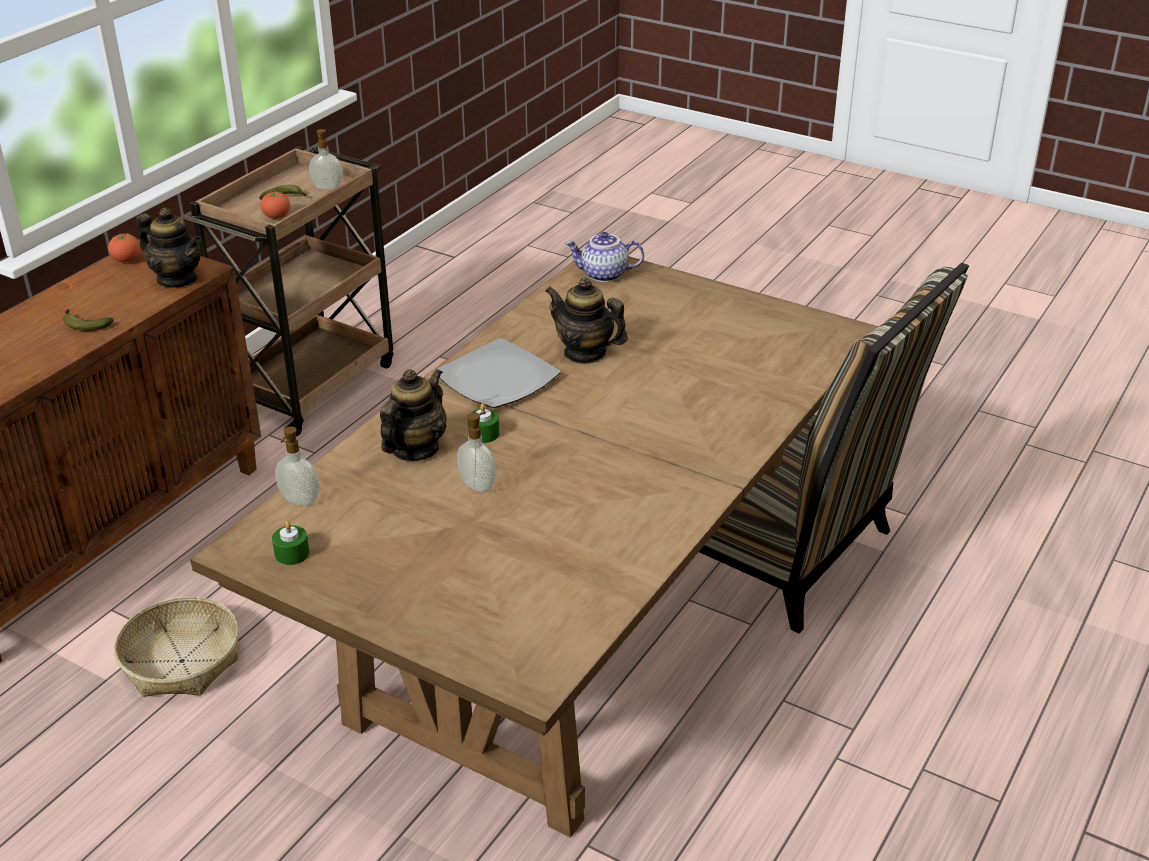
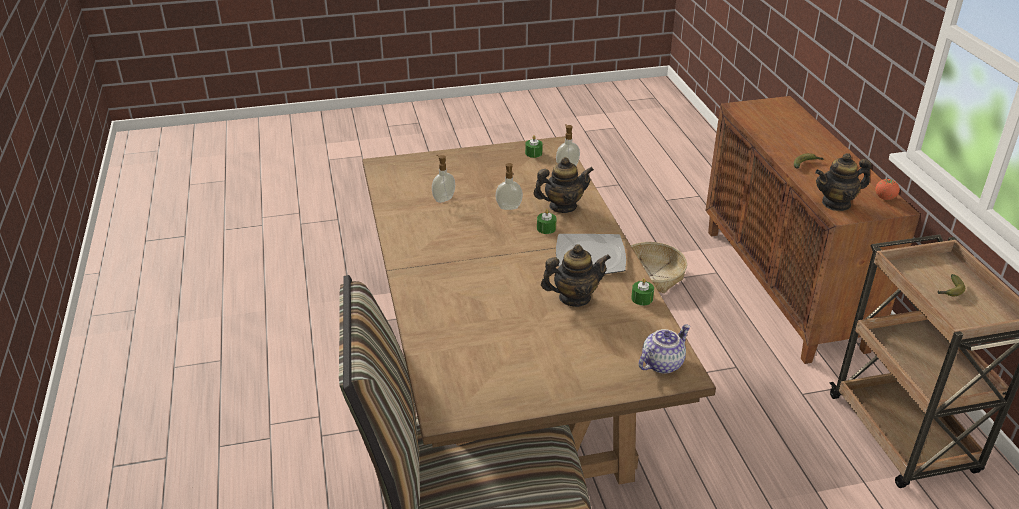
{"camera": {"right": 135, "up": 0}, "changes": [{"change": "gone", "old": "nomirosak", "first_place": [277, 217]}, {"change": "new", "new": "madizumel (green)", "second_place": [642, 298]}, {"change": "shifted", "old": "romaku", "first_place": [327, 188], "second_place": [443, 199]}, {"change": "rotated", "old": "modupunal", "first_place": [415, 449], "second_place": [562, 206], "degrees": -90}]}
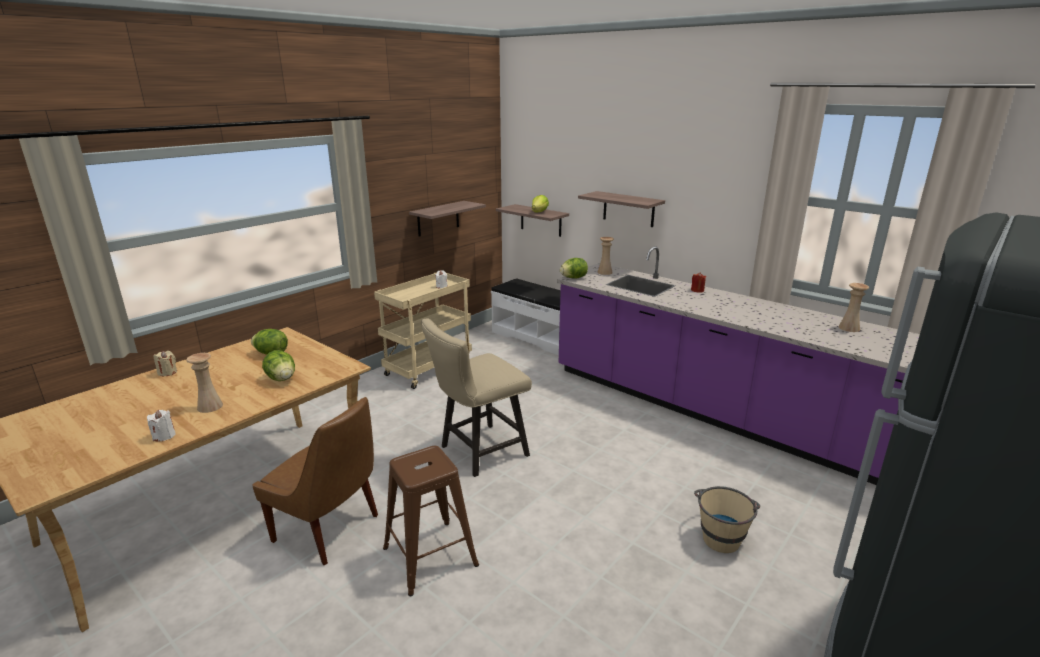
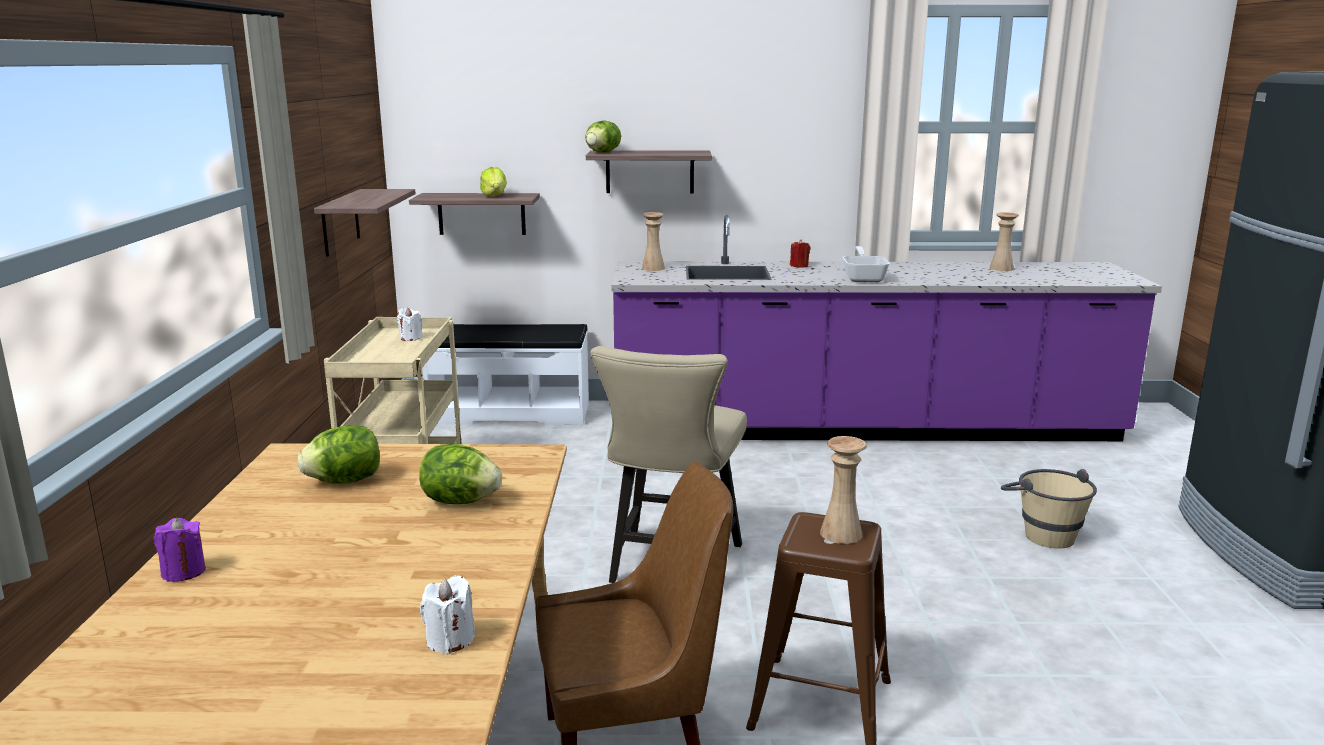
{"camera": {"right": -40, "up": -5}, "changes": [{"change": "new", "new": "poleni", "second_place": [864, 278]}, {"change": "shifted", "old": "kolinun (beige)", "first_place": [210, 406], "second_place": [841, 533]}, {"change": "shifted", "old": "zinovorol", "first_place": [573, 278], "second_place": [602, 152]}, {"change": "repainted", "old": "madizumel (beige)", "new": "madizumel (purple)", "first_place": [167, 372], "second_place": [183, 572]}]}
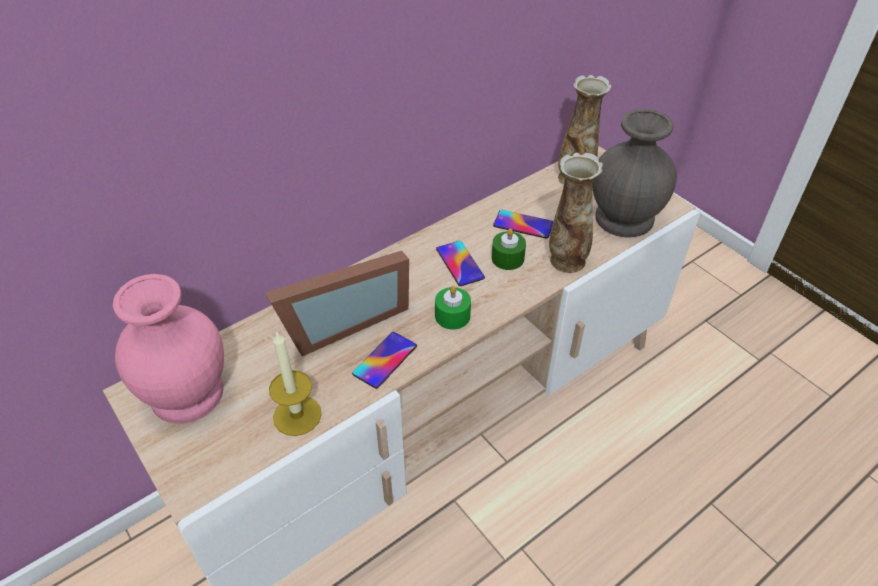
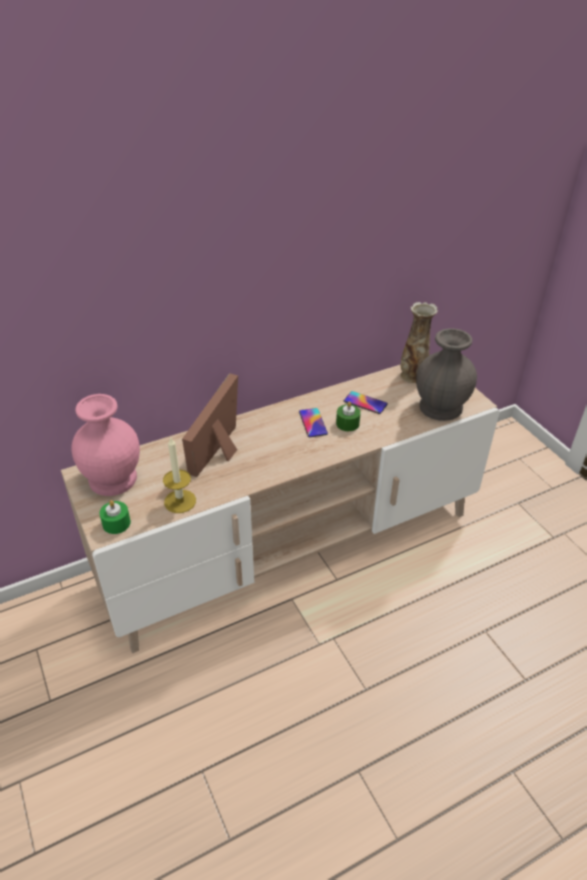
{"camera": {"right": 10, "up": -5}, "changes": [{"change": "gone", "old": "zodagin", "first_place": [385, 360]}, {"change": "gone", "old": "kolinun", "first_place": [566, 261]}, {"change": "shifted", "old": "madizumel (green)", "first_place": [452, 316], "second_place": [116, 523]}, {"change": "rotated", "old": "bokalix", "first_place": [341, 322], "second_place": [222, 449], "degrees": 135}]}
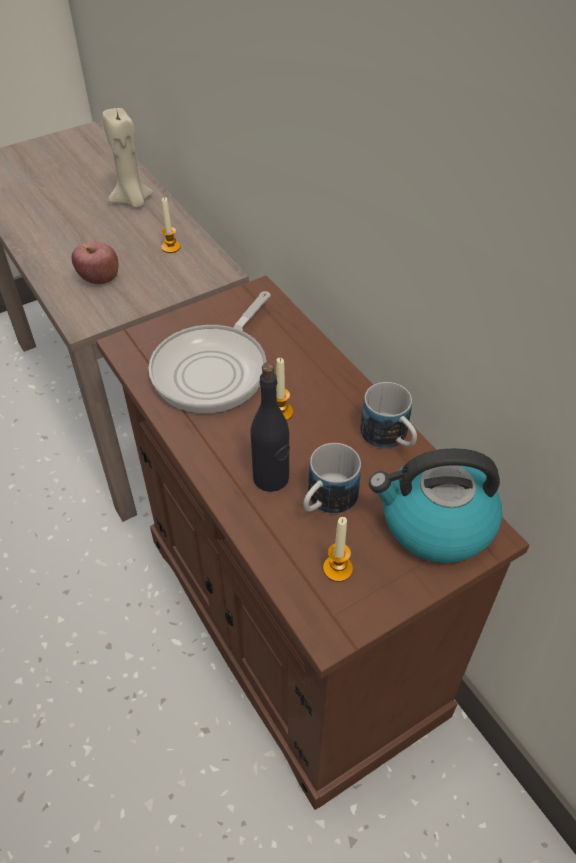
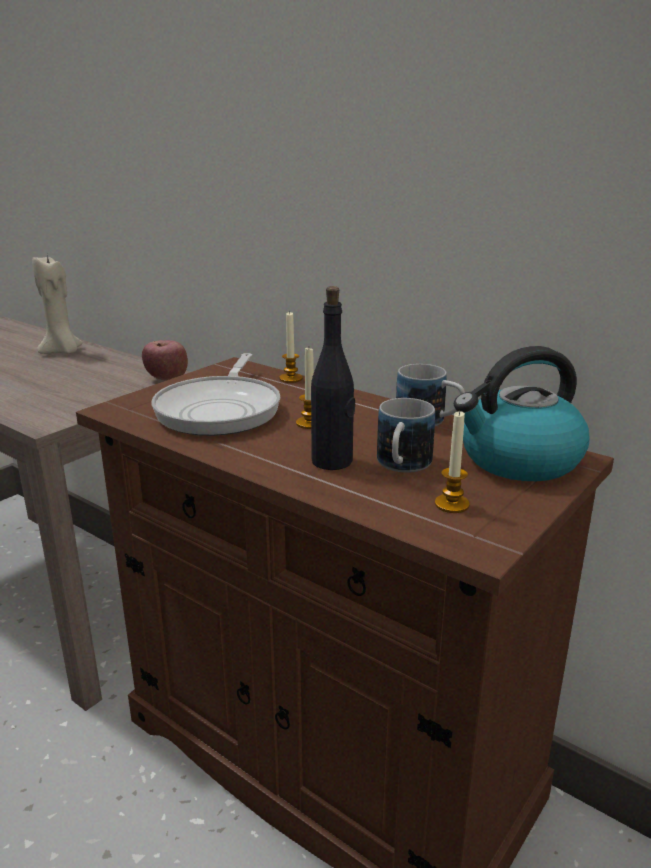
{"camera": {"right": -20, "up": -25}, "changes": [{"change": "shifted", "old": "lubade", "first_place": [99, 279], "second_place": [167, 378]}, {"change": "shifted", "old": "madizumel", "first_place": [171, 247], "second_place": [291, 378]}]}
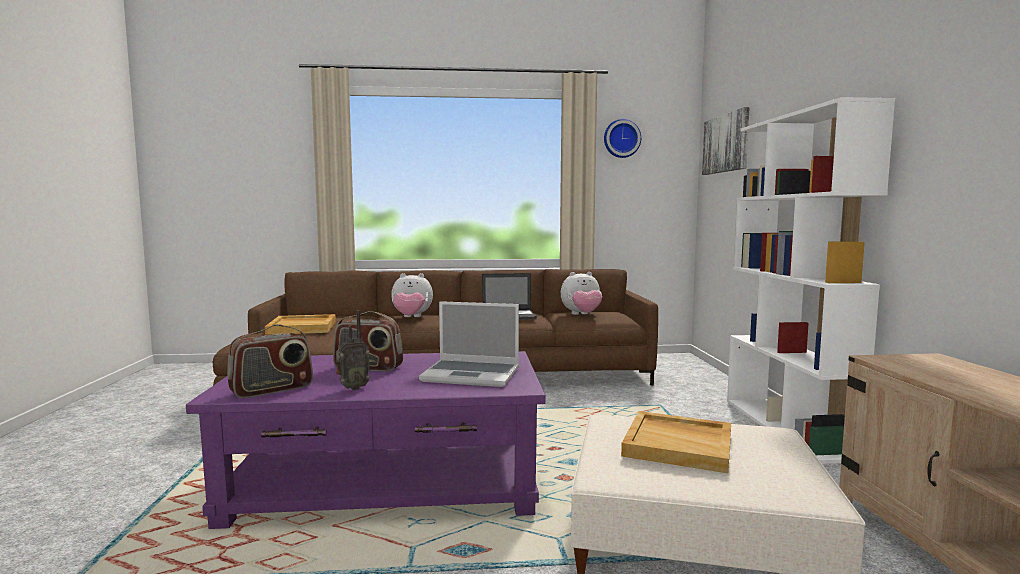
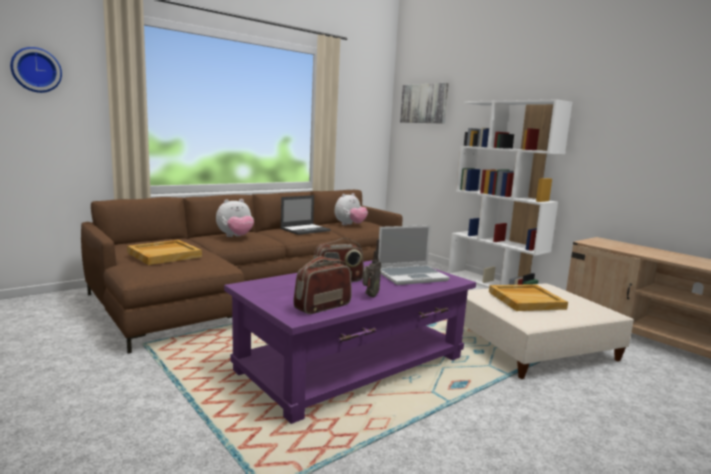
{"camera": {"right": -35, "up": 5}, "changes": [{"change": "shifted", "old": "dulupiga", "first_place": [621, 138], "second_place": [36, 70]}, {"change": "rotated", "old": "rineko", "first_place": [272, 390], "second_place": [322, 306], "degrees": -150}]}
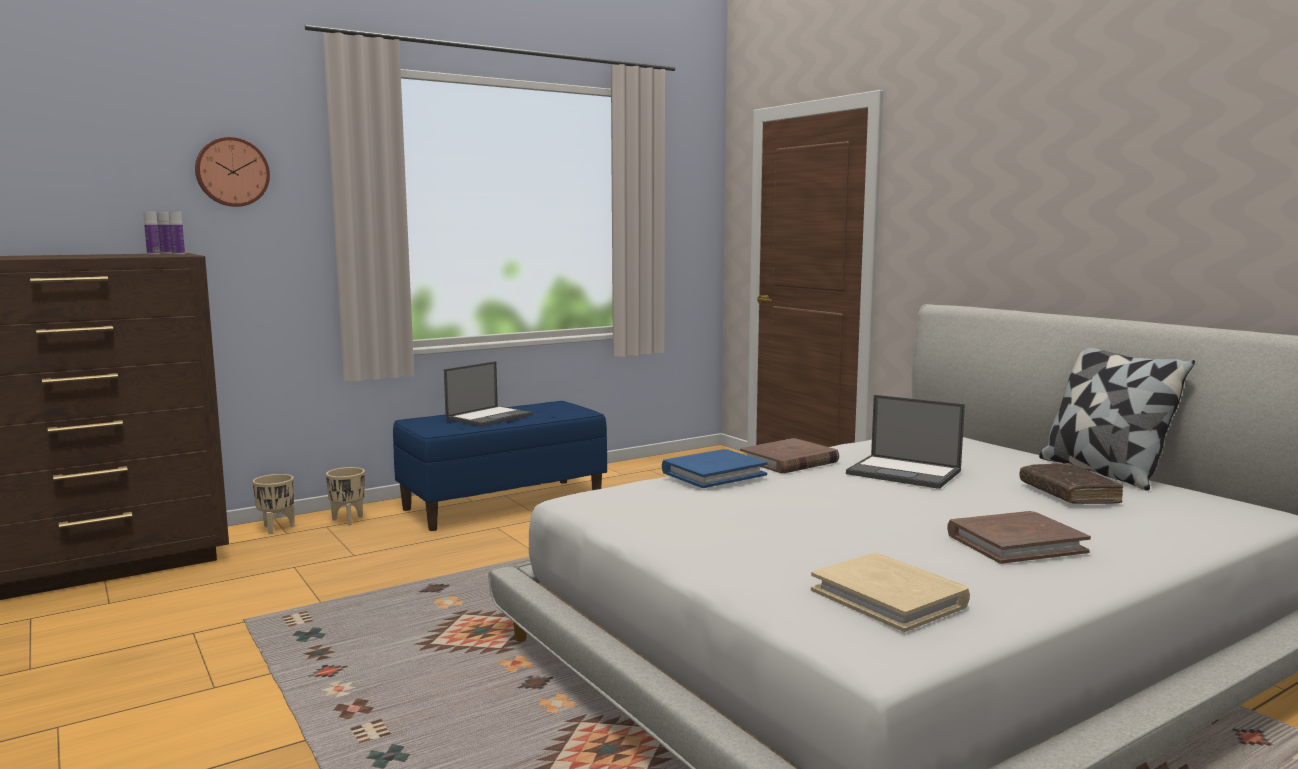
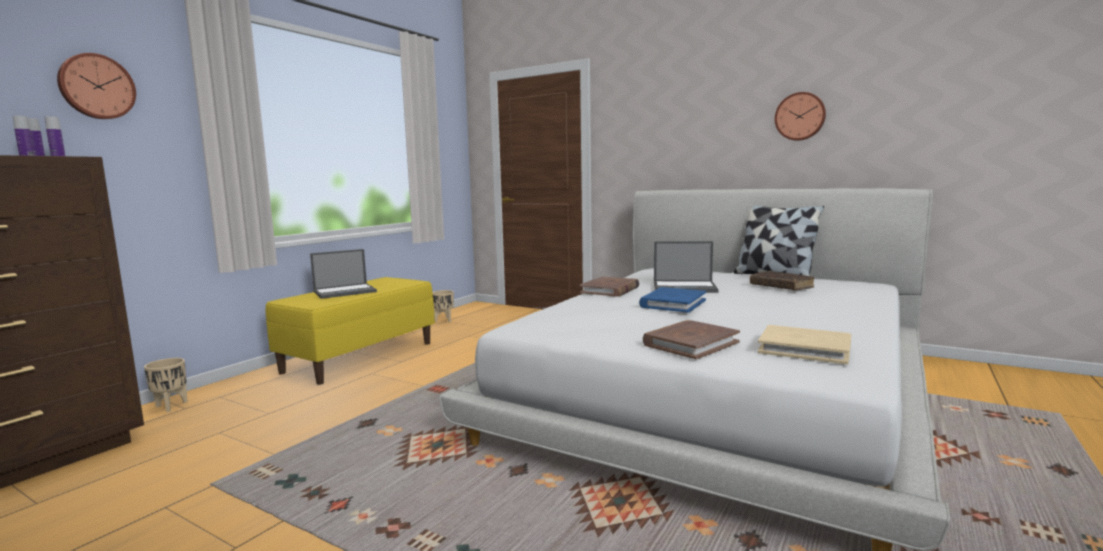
{"camera": {"right": -25, "up": 0}, "changes": [{"change": "new", "new": "dulupiga", "second_place": [800, 116]}, {"change": "shifted", "old": "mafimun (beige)", "first_place": [347, 520], "second_place": [444, 320]}, {"change": "shifted", "old": "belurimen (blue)", "first_place": [713, 473], "second_place": [673, 303]}, {"change": "shifted", "old": "belurimen (brown)", "first_place": [1015, 543], "second_place": [690, 343]}, {"change": "repainted", "old": "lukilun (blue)", "new": "lukilun (yellow)", "first_place": [504, 503], "second_place": [360, 357]}, {"change": "rotated", "old": "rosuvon", "first_place": [489, 417], "second_place": [345, 291], "degrees": 45}]}
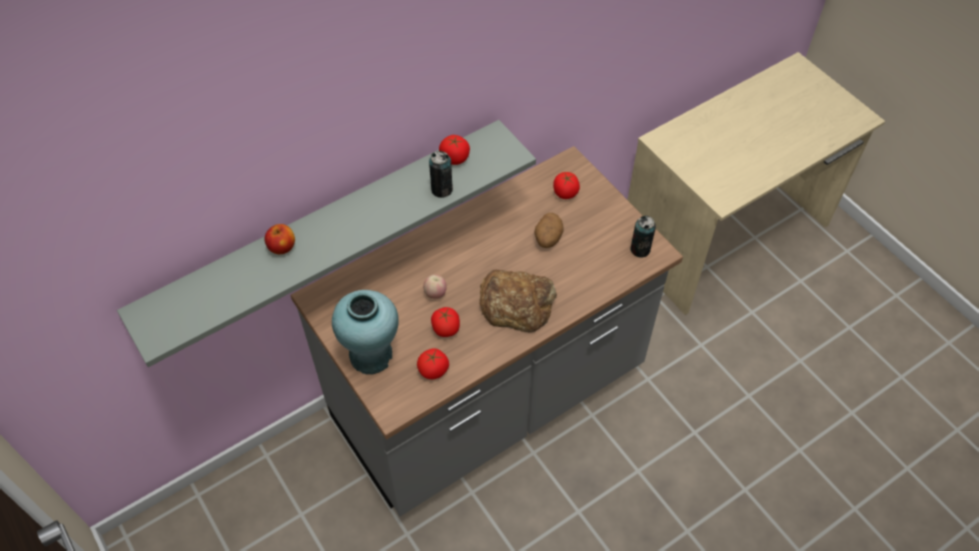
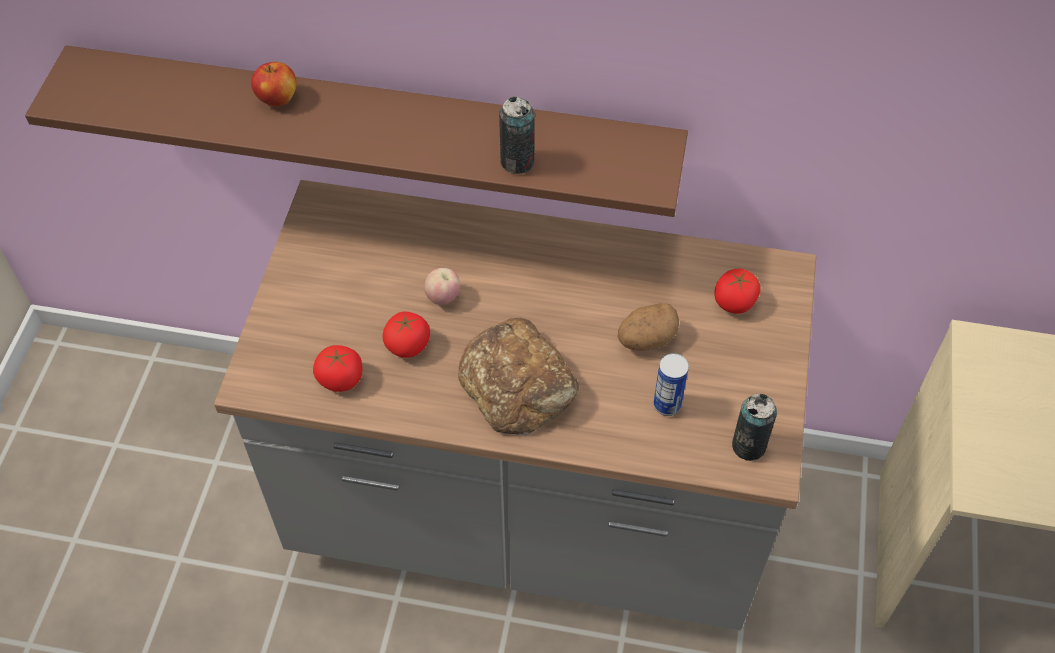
{"camera": {"right": 45, "up": 0}, "changes": [{"change": "gone", "old": "kolinun (turquoise)", "first_place": [371, 355]}, {"change": "gone", "old": "nomirosak", "first_place": [454, 158]}, {"change": "new", "new": "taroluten", "second_place": [667, 405]}, {"change": "repainted", "old": "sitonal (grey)", "new": "sitonal (brown)", "first_place": [326, 230], "second_place": [373, 125]}]}
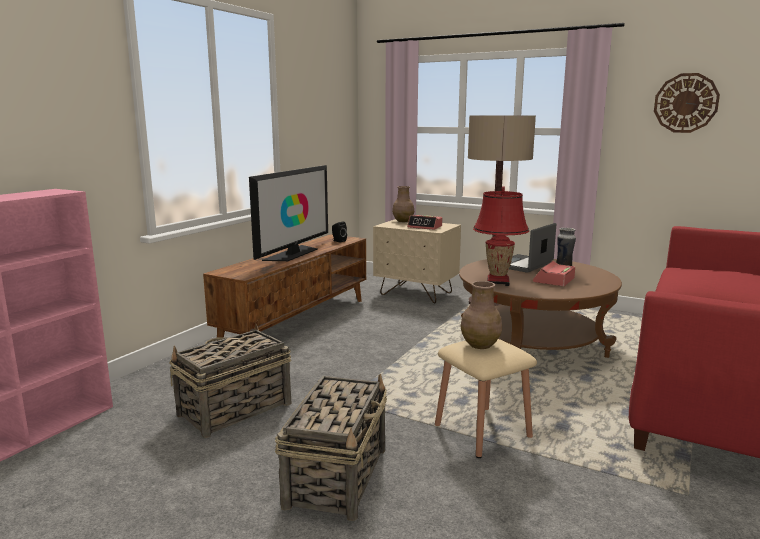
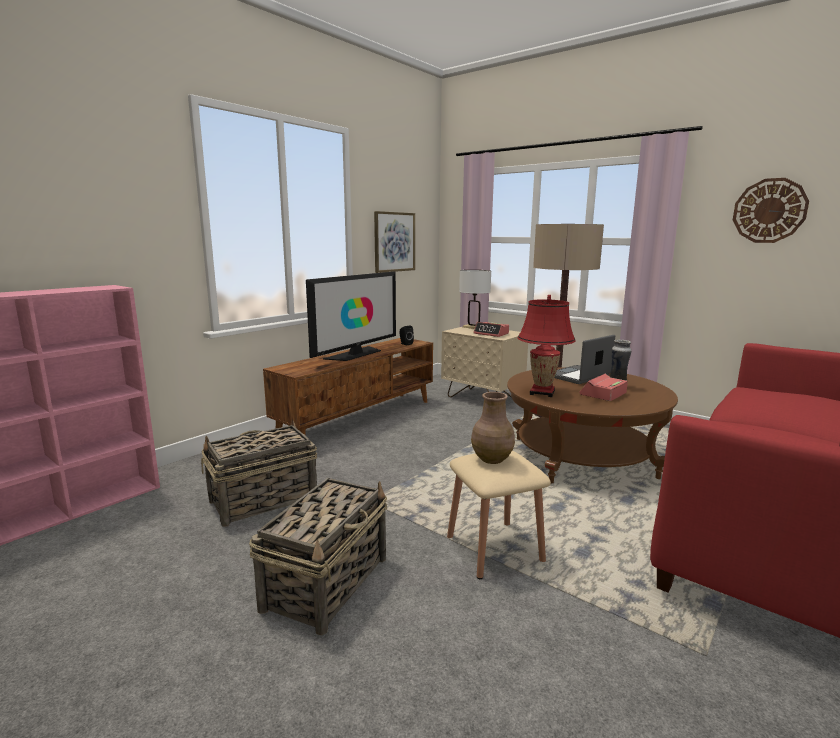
{"camera": {"right": 10, "up": 0}, "changes": [{"change": "new", "new": "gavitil", "second_place": [394, 242]}, {"change": "swapped", "old": "kolinun (brown)", "new": "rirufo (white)", "first_place": [402, 221], "second_place": [473, 327]}]}
